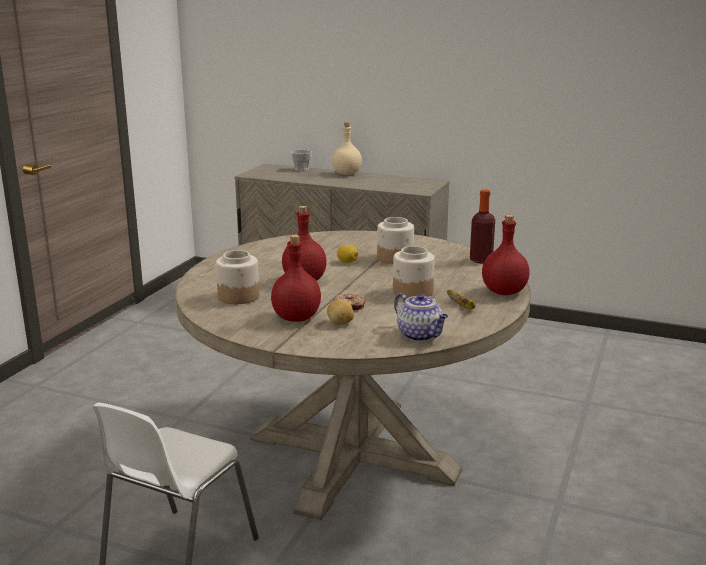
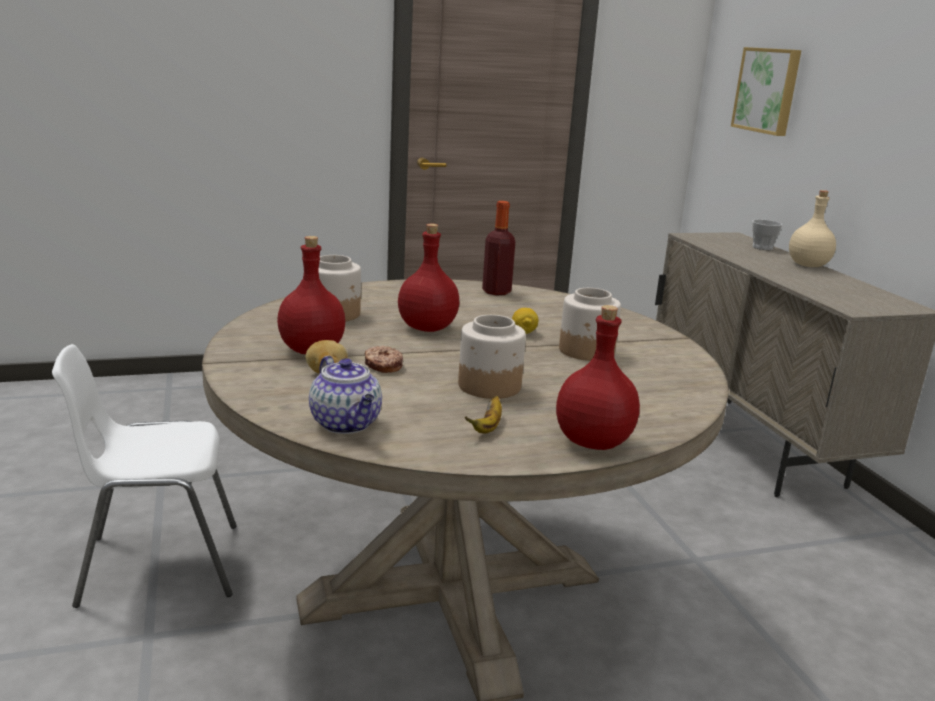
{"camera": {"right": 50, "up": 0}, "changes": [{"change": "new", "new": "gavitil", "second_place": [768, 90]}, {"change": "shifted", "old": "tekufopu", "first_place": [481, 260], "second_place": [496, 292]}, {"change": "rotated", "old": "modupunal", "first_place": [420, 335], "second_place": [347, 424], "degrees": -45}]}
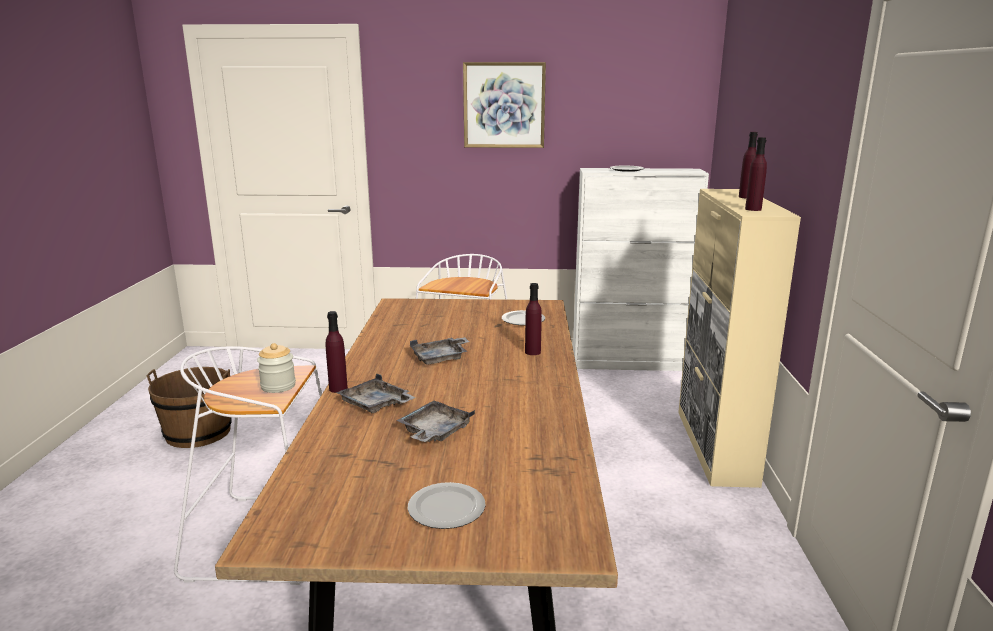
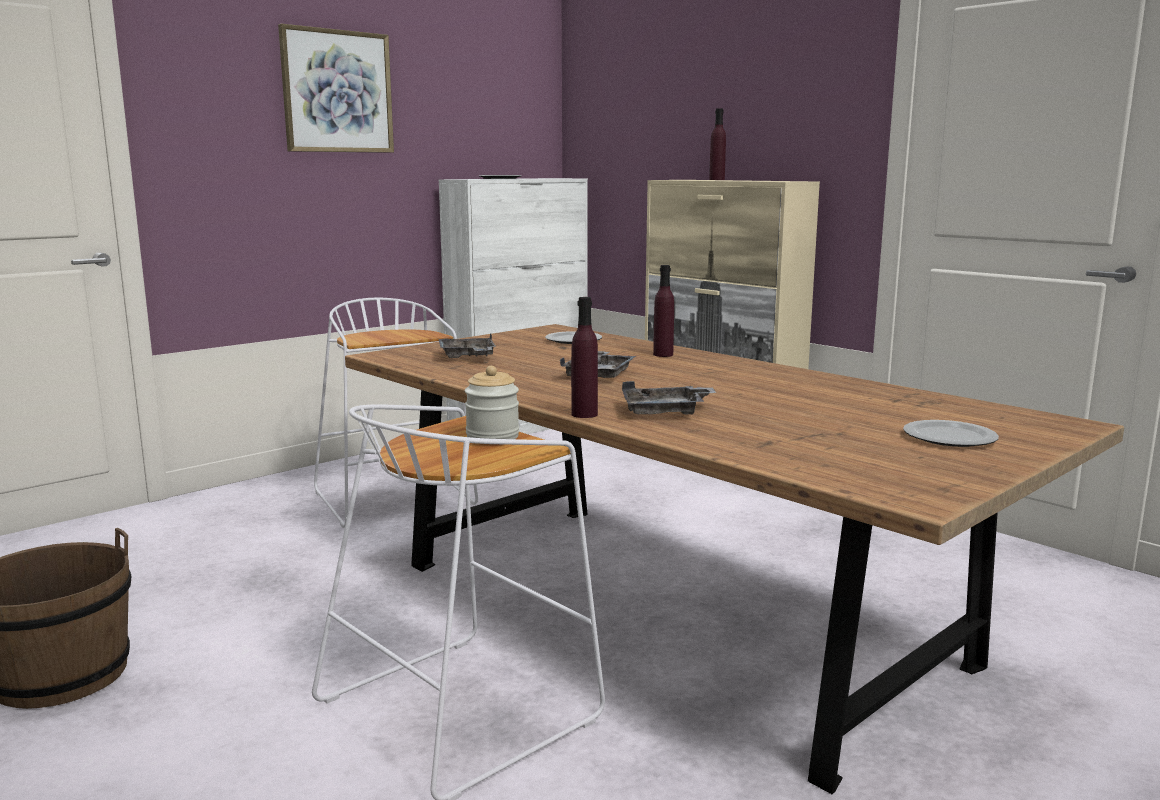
{"camera": {"right": -45, "up": -5}, "changes": [{"change": "gone", "old": "tekufopu (purple)", "first_place": [753, 209]}, {"change": "shifted", "old": "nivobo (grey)", "first_place": [434, 432], "second_place": [467, 357]}]}
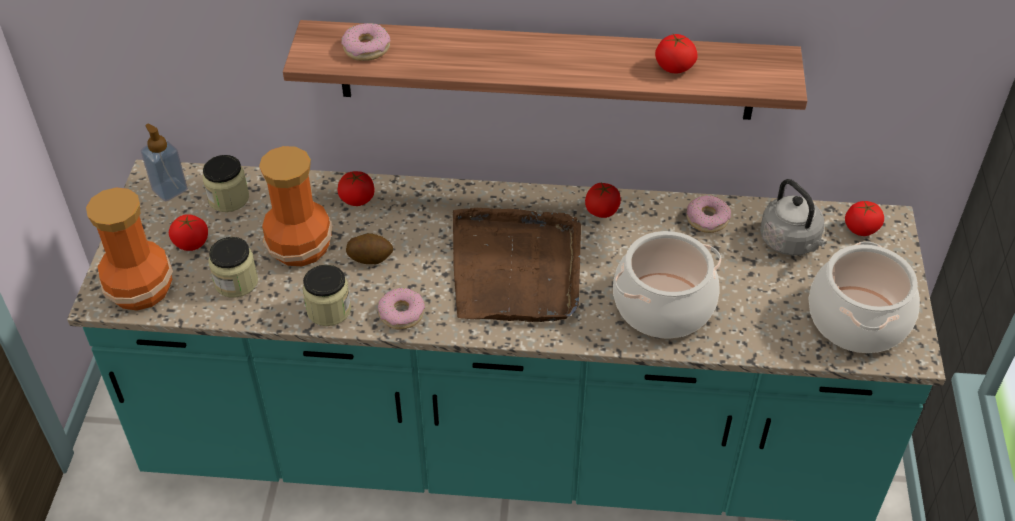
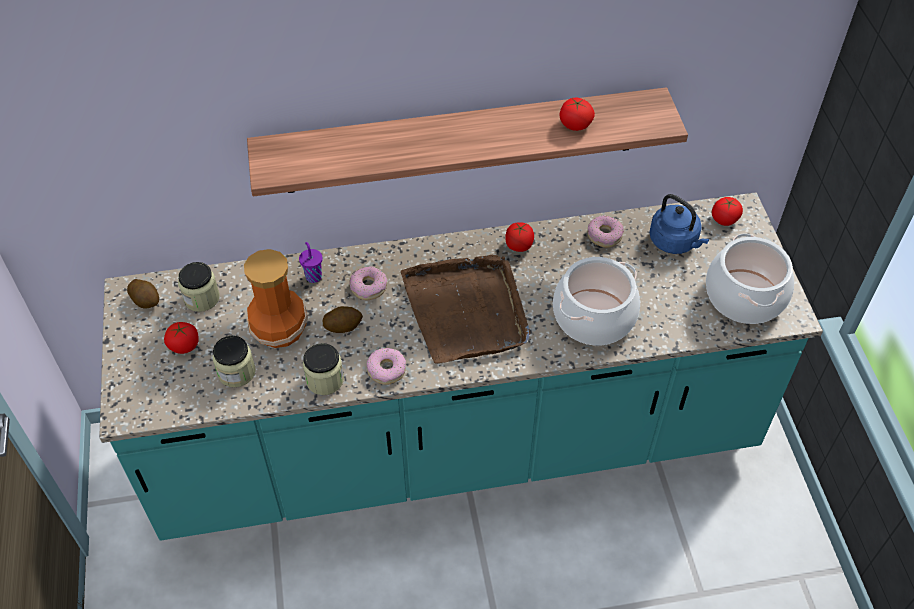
{"camera": {"right": -15, "up": 5}, "changes": [{"change": "gone", "old": "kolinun", "first_place": [141, 289]}, {"change": "shifted", "old": "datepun", "first_place": [366, 48], "second_place": [368, 287]}, {"change": "swapped", "old": "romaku", "new": "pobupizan", "first_place": [170, 189], "second_place": [146, 300]}, {"change": "swapped", "old": "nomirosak", "new": "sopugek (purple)", "first_place": [357, 199], "second_place": [313, 276]}, {"change": "repainted", "old": "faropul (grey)", "new": "faropul (blue)", "first_place": [791, 242], "second_place": [675, 242]}]}
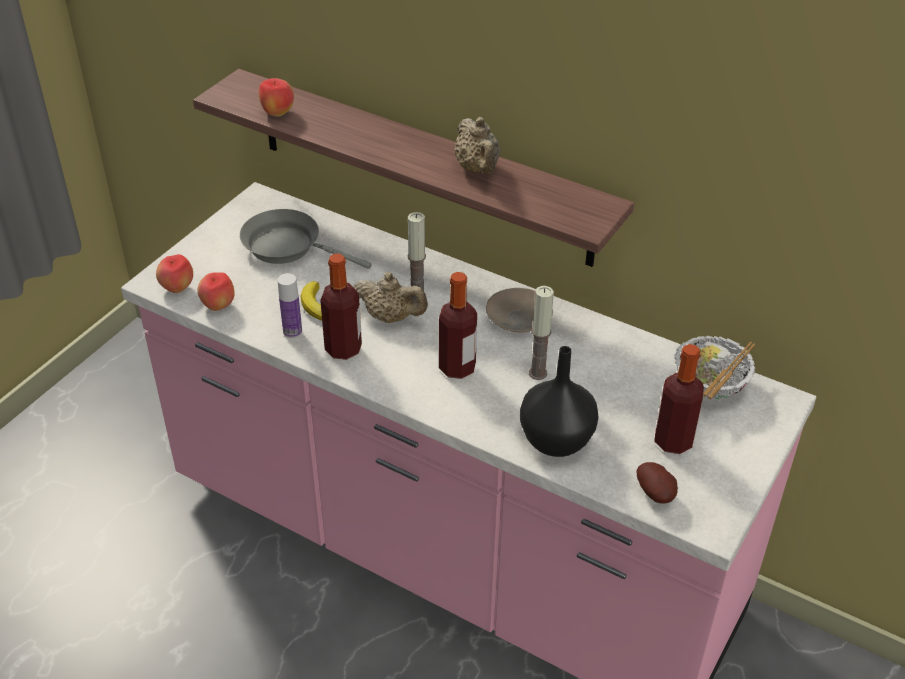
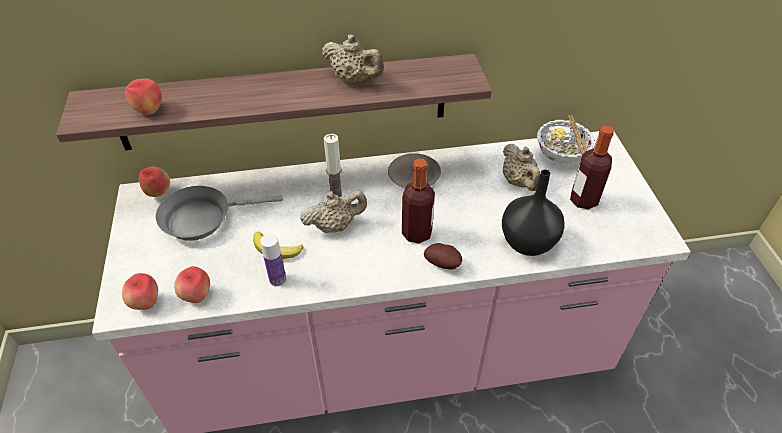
{"camera": {"right": -40, "up": 5}, "changes": [{"change": "gone", "old": "tekufopu", "first_place": [343, 349]}, {"change": "gone", "old": "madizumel", "first_place": [538, 373]}, {"change": "new", "new": "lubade", "second_place": [158, 193]}, {"change": "new", "new": "modupunal (beige)", "second_place": [519, 182]}, {"change": "shifted", "old": "pobupizan", "first_place": [656, 494], "second_place": [443, 263]}]}
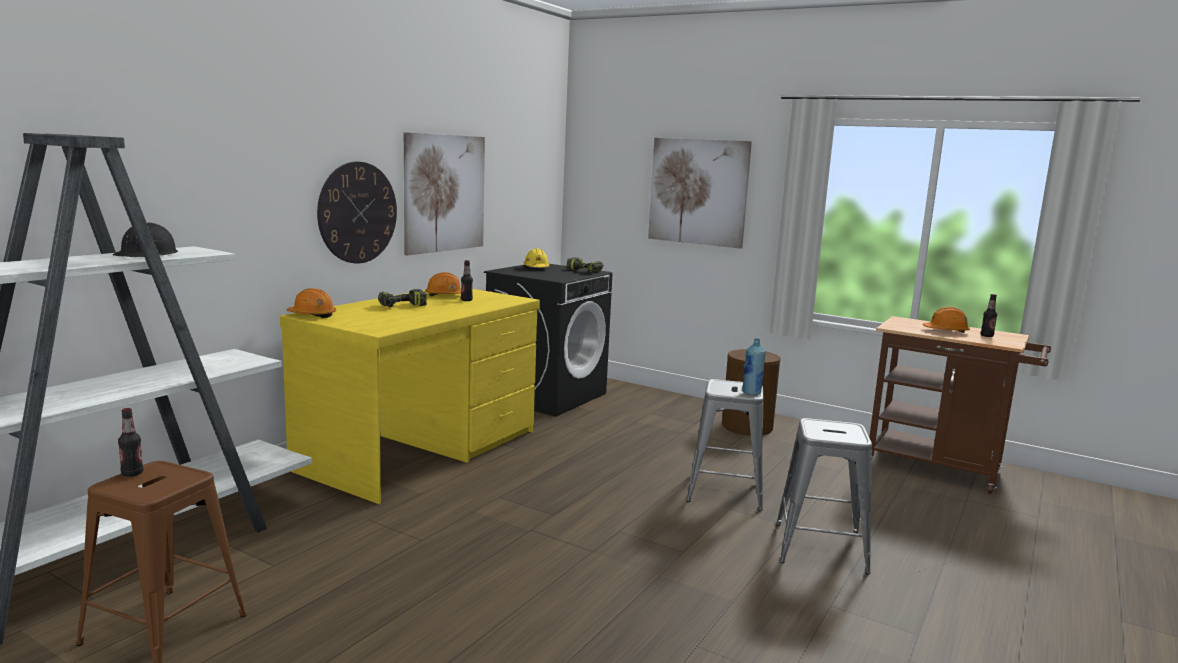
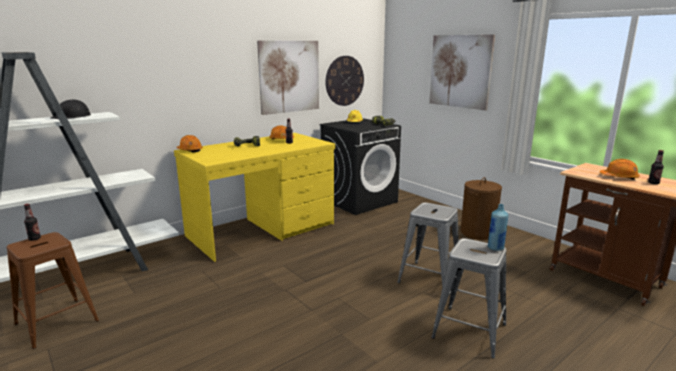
{"camera": {"right": 20, "up": 5}, "changes": [{"change": "shifted", "old": "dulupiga", "first_place": [357, 212], "second_place": [344, 81]}, {"change": "shifted", "old": "tekufopu (blue)", "first_place": [751, 393], "second_place": [495, 248]}]}
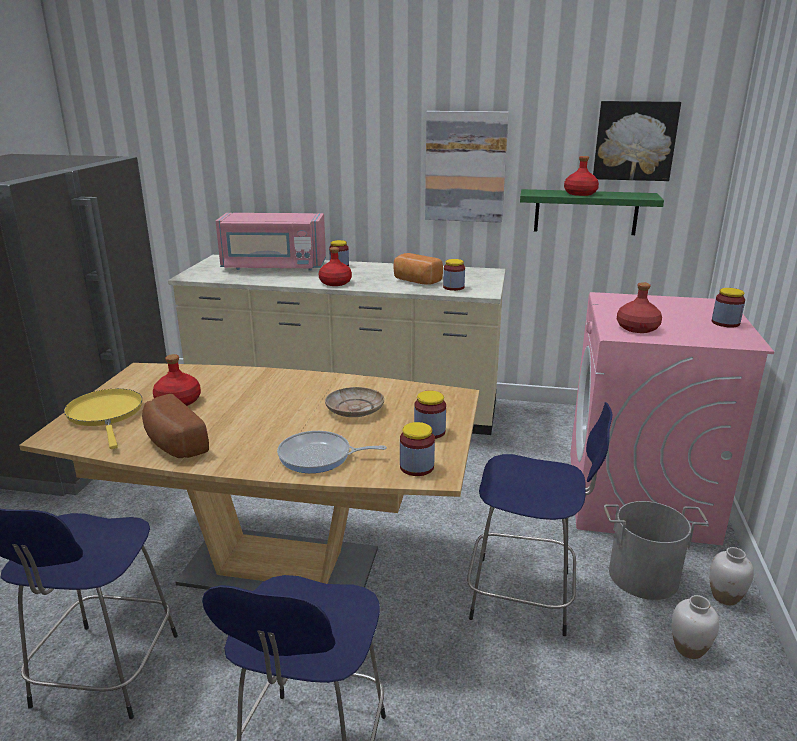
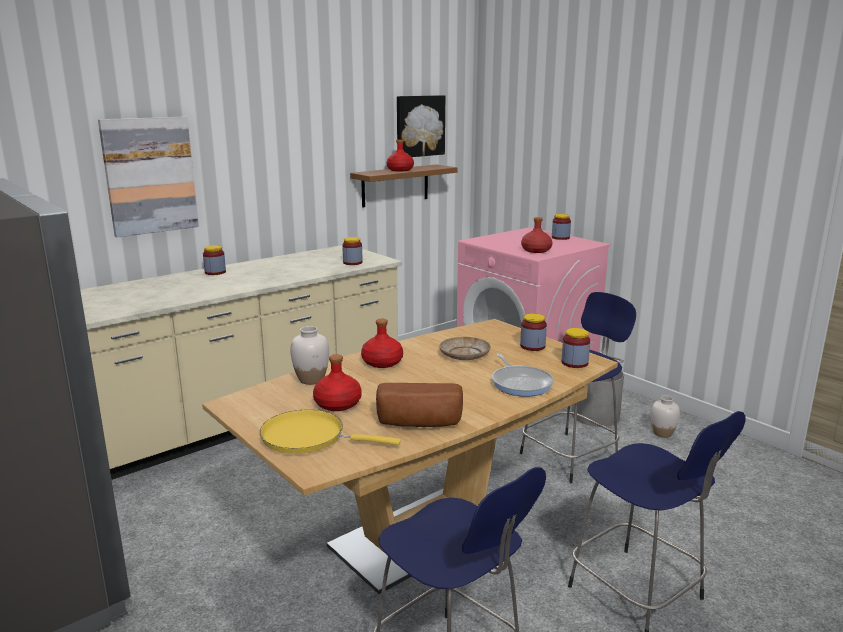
{"camera": {"right": -50, "up": -5}, "changes": [{"change": "gone", "old": "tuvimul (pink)", "first_place": [273, 267]}, {"change": "gone", "old": "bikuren", "first_place": [416, 281]}, {"change": "shifted", "old": "tekufopu (red)", "first_place": [335, 283], "second_place": [382, 362]}, {"change": "shifted", "old": "gavitil", "first_place": [465, 167], "second_place": [150, 175]}, {"change": "shifted", "old": "kolinun (white)", "first_place": [725, 597], "second_place": [311, 380]}, {"change": "repainted", "old": "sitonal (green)", "new": "sitonal (brown)", "first_place": [586, 212], "second_place": [395, 185]}, {"change": "rotated", "old": "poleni", "first_place": [319, 457], "second_place": [520, 383], "degrees": -60}]}
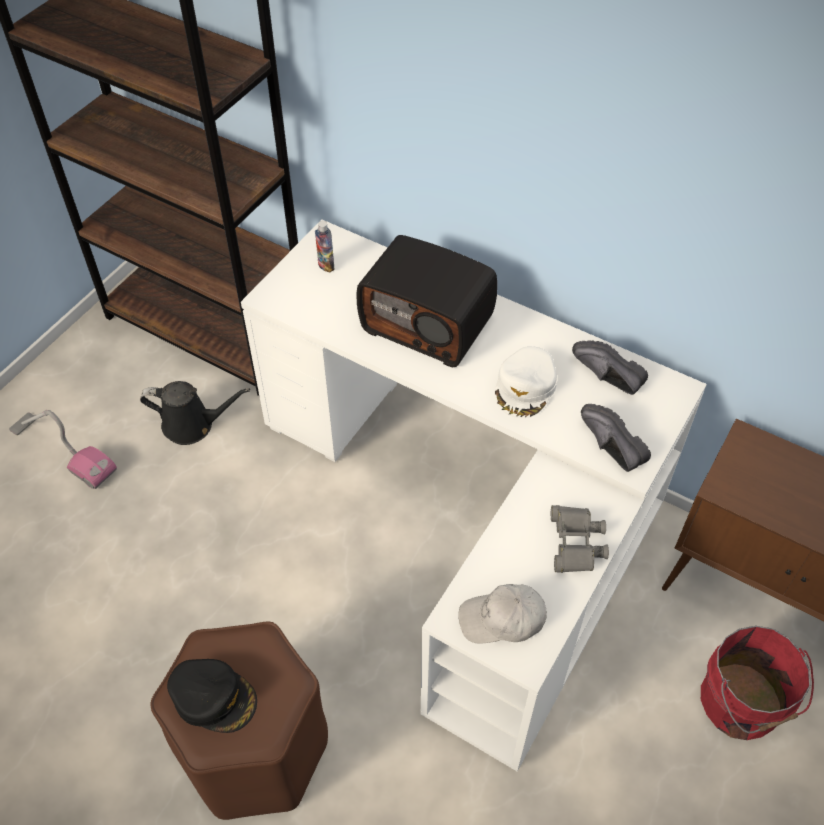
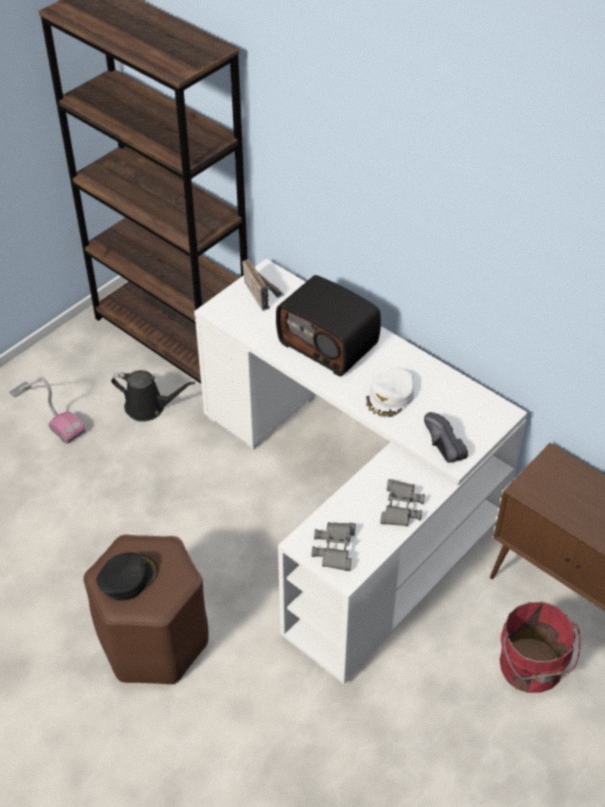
{"camera": {"right": 10, "up": -5}, "changes": [{"change": "gone", "old": "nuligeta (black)", "first_place": [605, 378]}, {"change": "swapped", "old": "tekufopu", "new": "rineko", "first_place": [326, 265], "second_place": [262, 293]}, {"change": "swapped", "old": "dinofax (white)", "new": "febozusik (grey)", "first_place": [502, 619], "second_place": [335, 548]}, {"change": "rotated", "old": "dinofax (black)", "first_place": [214, 697], "second_place": [128, 578], "degrees": -75}]}
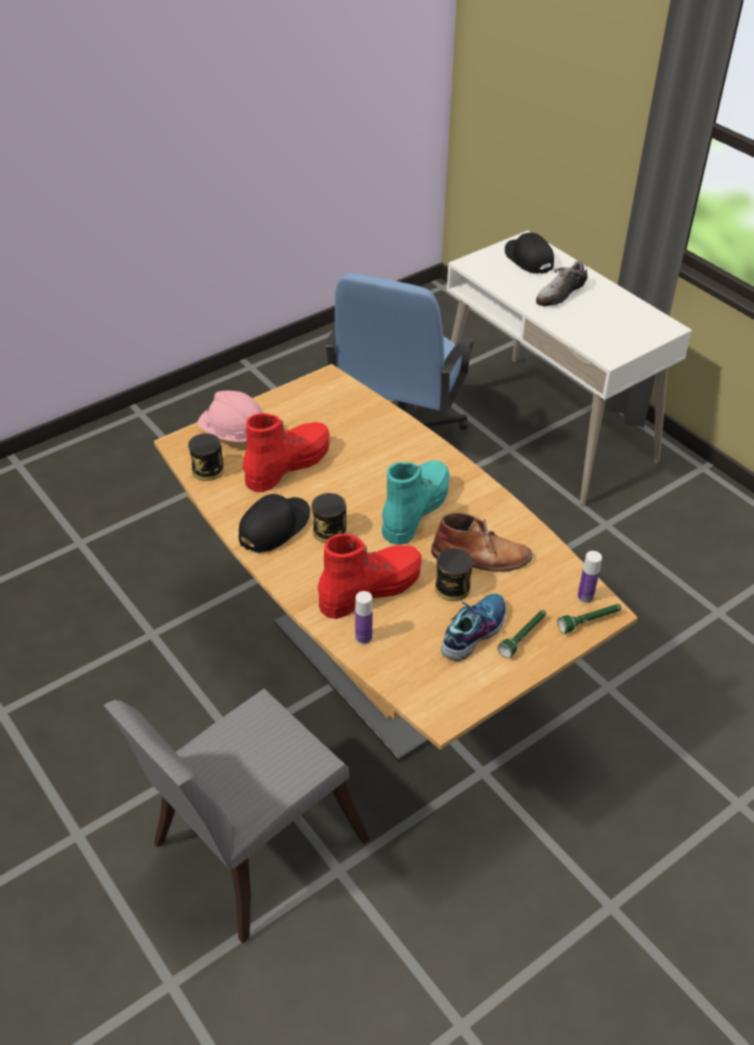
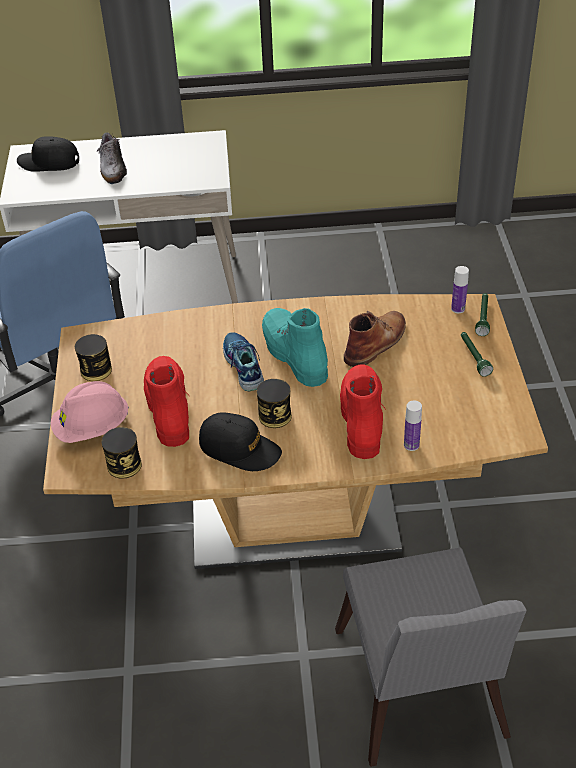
{"camera": {"right": -55, "up": 0}, "changes": [{"change": "shifted", "old": "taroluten", "first_place": [452, 588], "second_place": [96, 370]}, {"change": "shifted", "old": "nuligeta", "first_place": [473, 631], "second_place": [242, 366]}, {"change": "rotated", "old": "dinofax (black)", "first_place": [274, 527], "second_place": [240, 448], "degrees": 135}]}
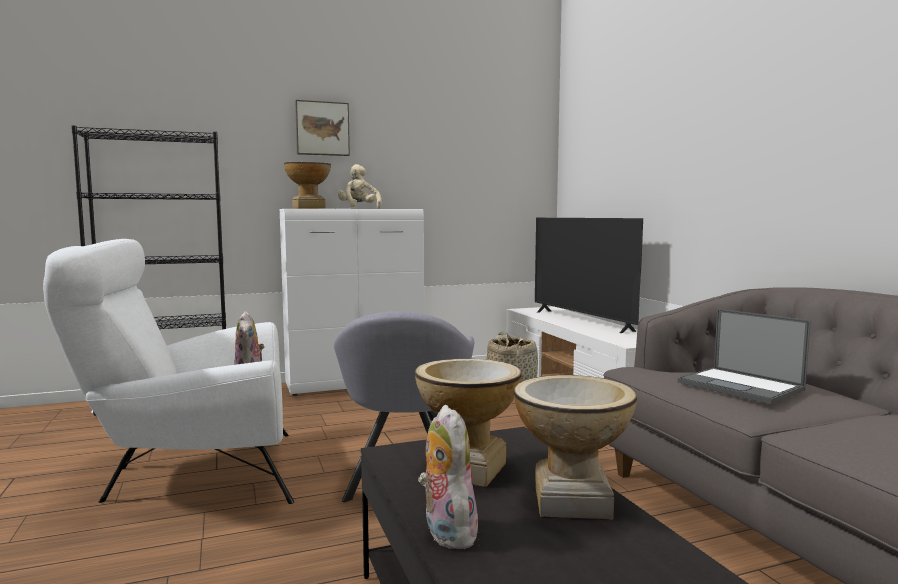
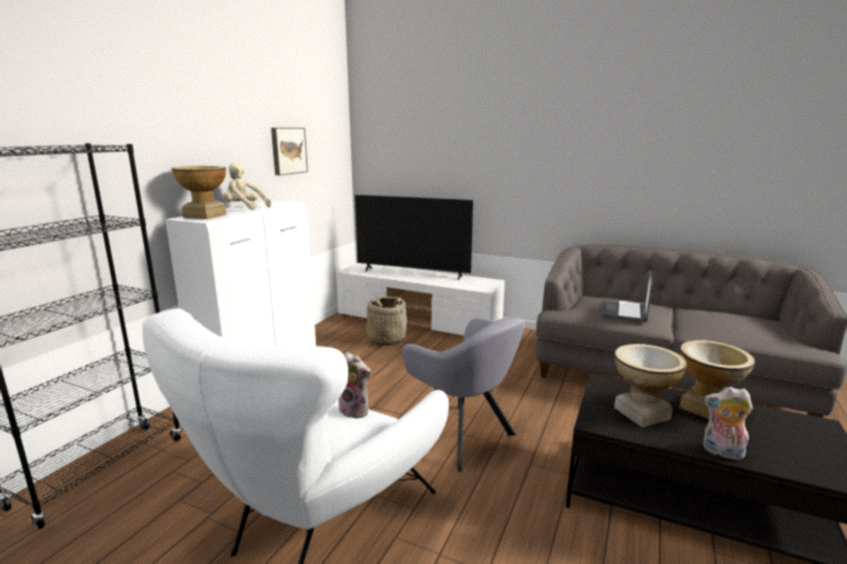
{"camera": {"right": -45, "up": 10}, "changes": [{"change": "shifted", "old": "gavitil", "first_place": [322, 128], "second_place": [288, 150]}, {"change": "rotated", "old": "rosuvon", "first_place": [742, 386], "second_place": [624, 311], "degrees": 105}]}
